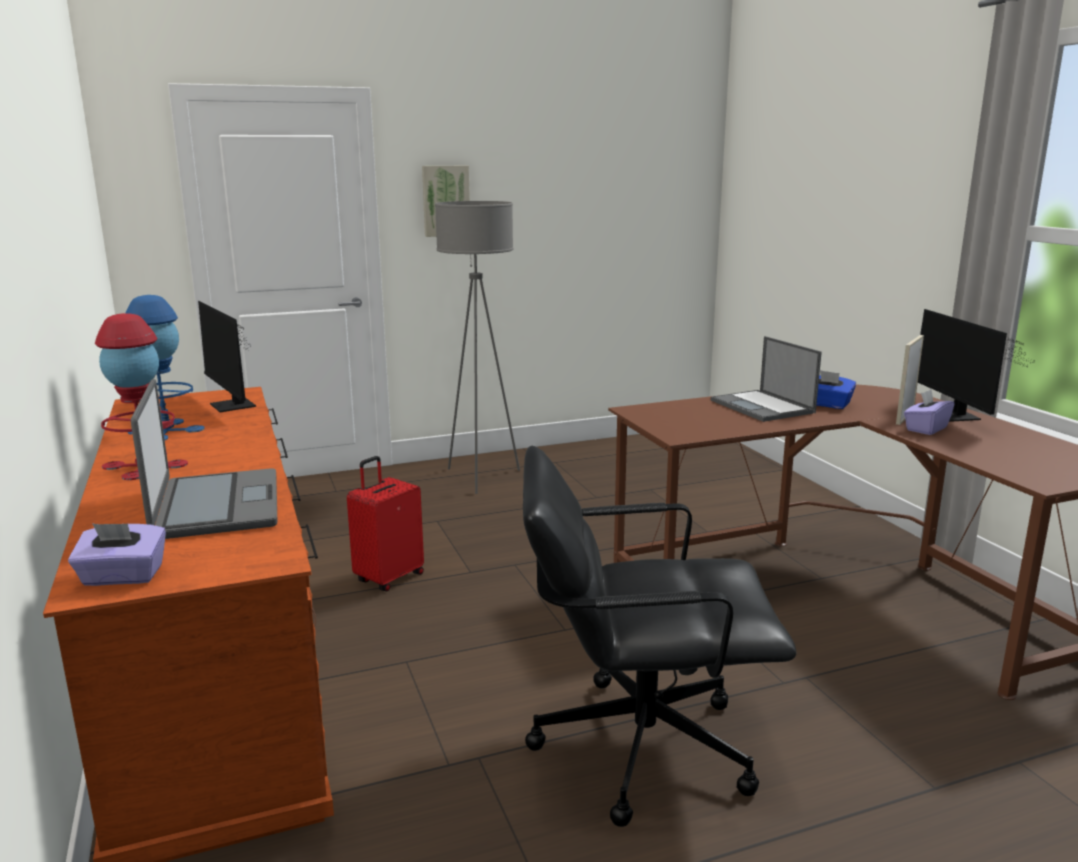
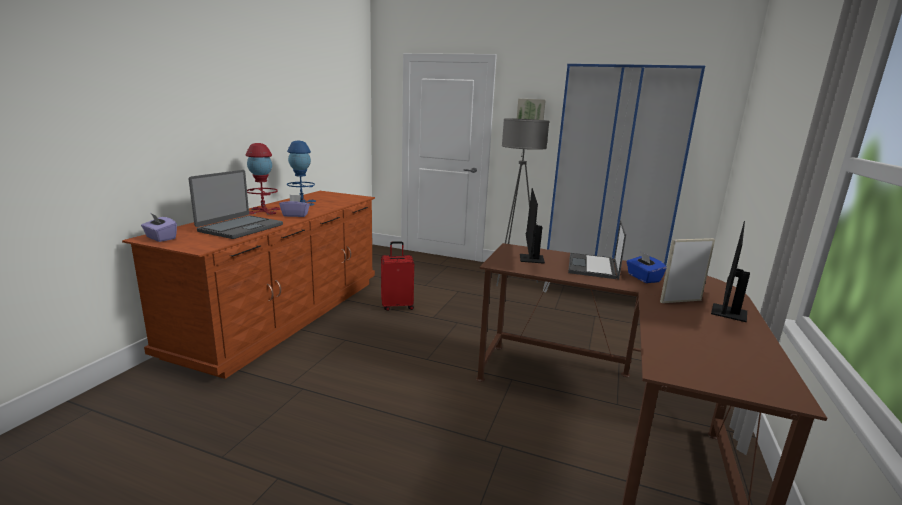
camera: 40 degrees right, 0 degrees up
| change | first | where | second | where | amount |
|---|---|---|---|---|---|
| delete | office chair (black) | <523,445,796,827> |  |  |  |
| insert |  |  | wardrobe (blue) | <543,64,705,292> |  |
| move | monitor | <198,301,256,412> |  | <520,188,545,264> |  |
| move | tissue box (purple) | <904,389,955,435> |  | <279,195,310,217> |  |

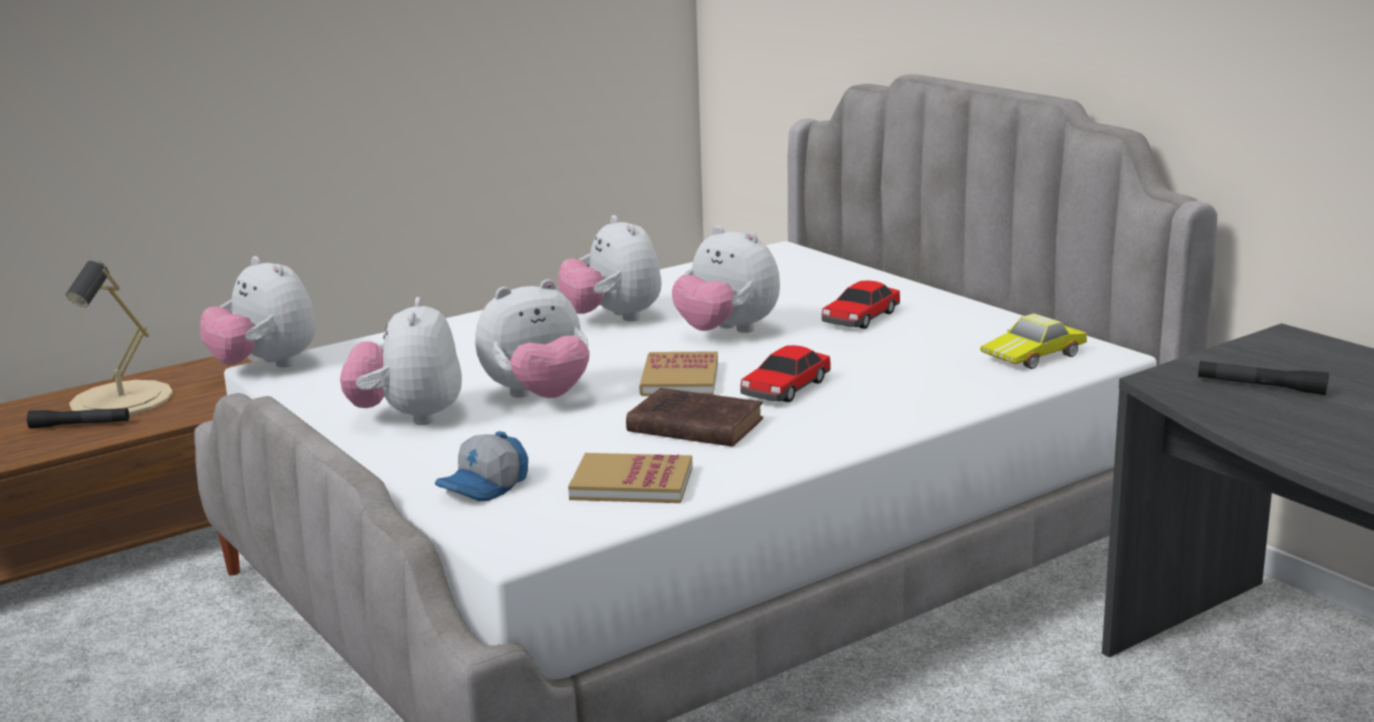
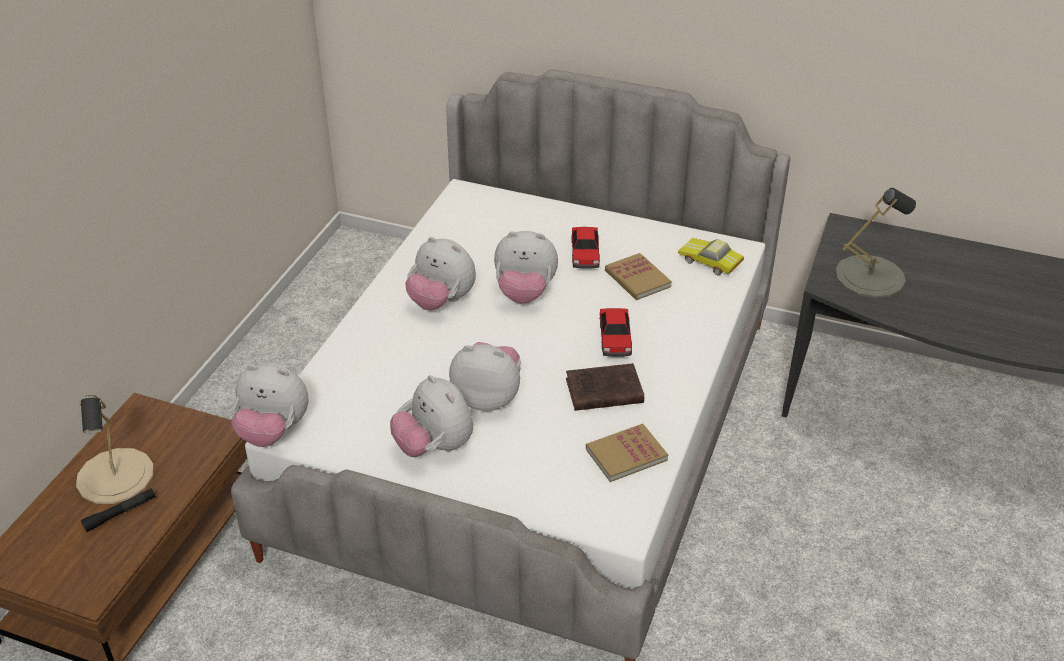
camera: 35 degrees left, 20 degrees up
| change | first | where | second | where | amount |
|---|---|---|---|---|---|
| delete | cap | <435,431,528,501> |  |  |  |
| move | book | <639,351,718,396> |  | <605,253,672,300> |  |
| replace | flashlight (black) | <1198,361,1329,395> | table lamp (grey) | <835,188,916,298> |  |
| rotate | plush toy | <475,279,590,398> |  | <449,342,521,411> | 105 degrees counterclockwise |
| rotate | toy car | <980,313,1087,369> |  | <678,238,744,275> | 105 degrees clockwise |

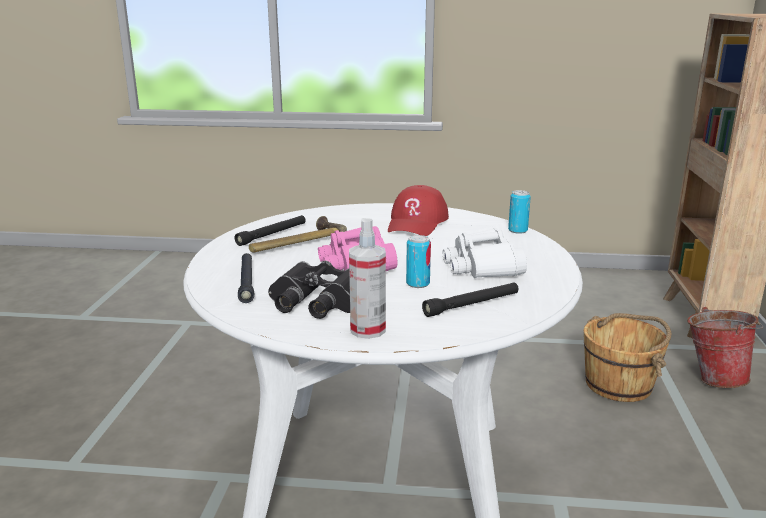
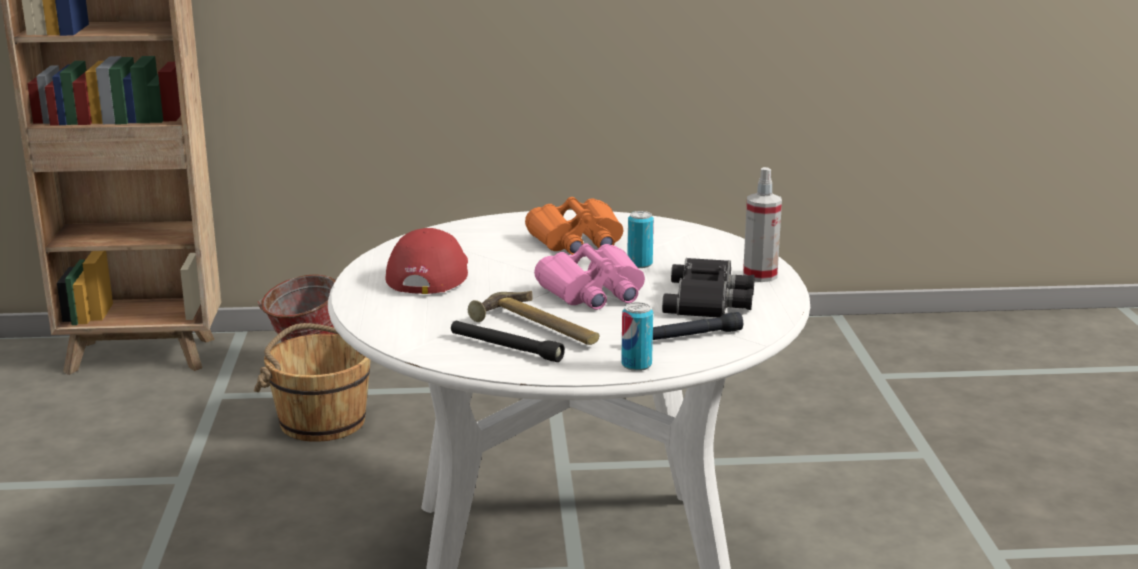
camera: 100 degrees left, 0 degrees up
| change | first | where | second | where | amount |
|---|---|---|---|---|---|
| delete | flashlight (black) | <422,282,518,317> |  |  |  |
| move | can | <508,190,531,234> |  | <621,302,653,371> |  |
| recolor | binoculars (white) | <443,228,527,278> | binoculars (orange) | <525,197,623,255> |  |
| rotate | cap (red) | <388,185,449,236> |  | <385,228,468,294> | 90 degrees counterclockwise |

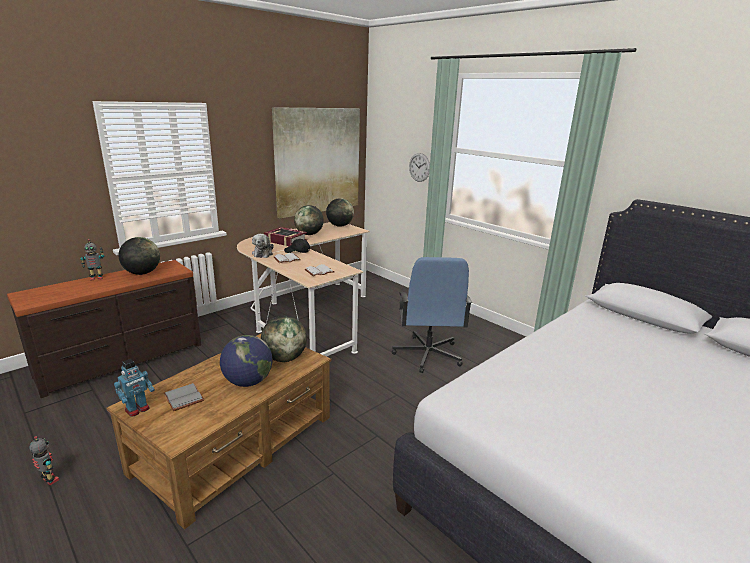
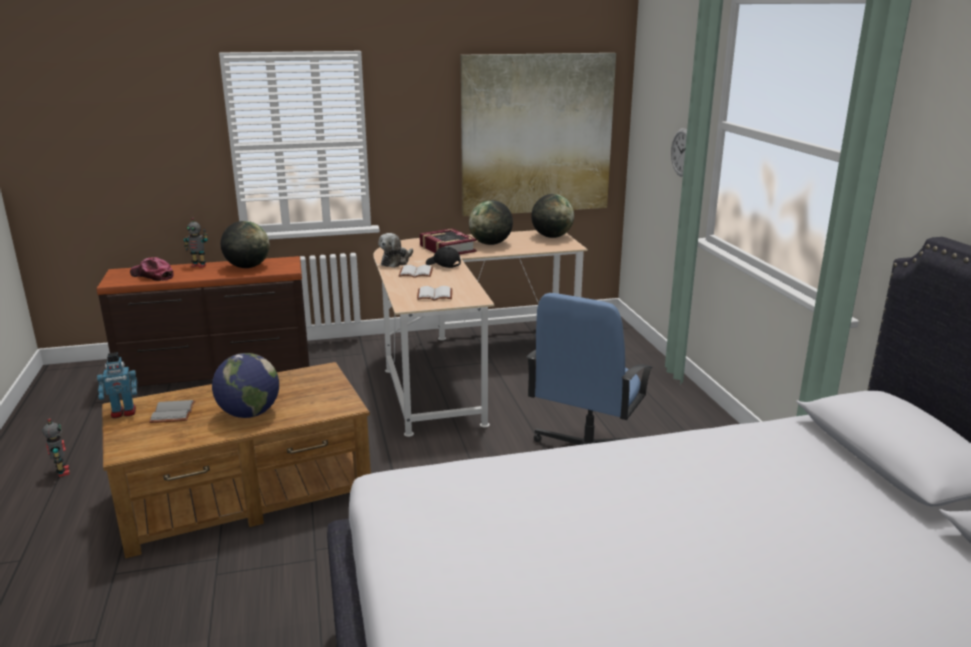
camera: 30 degrees right, 0 degrees up
| change | first | where | second | where | amount |
|---|---|---|---|---|---|
| delete | globe | <261,315,307,362> |  |  |  |
| insert |  |  | cap | <130,257,173,281> |  |

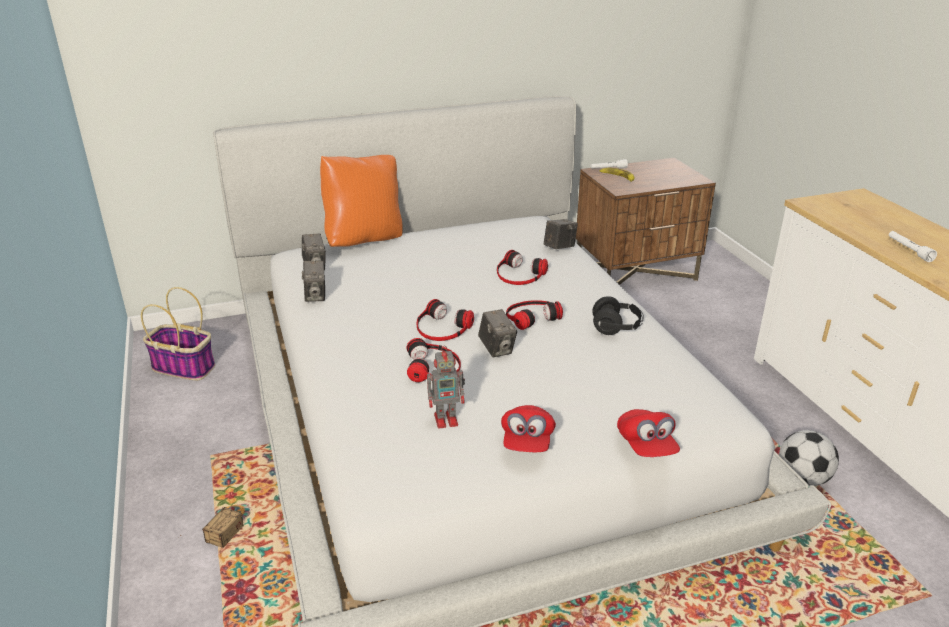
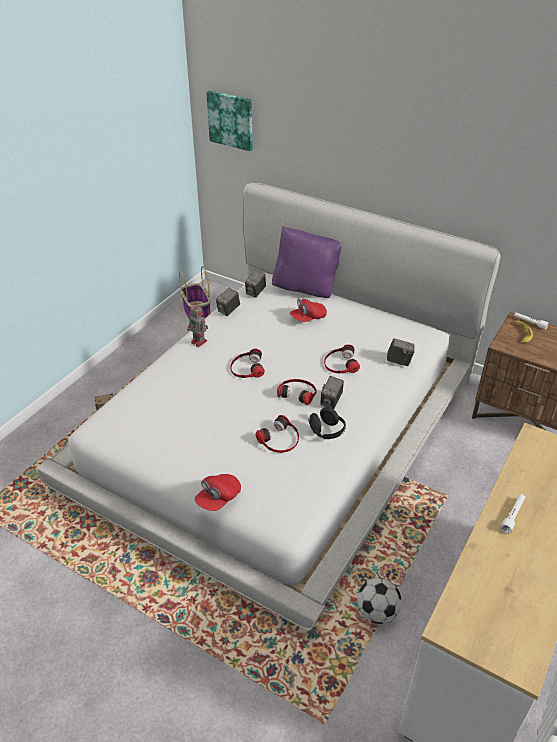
camera: 50 degrees right, 10 degrees up
| change | first | where | second | where | amount |
|---|---|---|---|---|---|
| insert |  |  | picture | <206,90,253,151> |  |
| move | headphones | <407,338,461,382> |  | <256,415,299,453> |  |
| move | toy robot | <427,346,465,429> |  | <187,304,208,347> |  |
| move | photo camera | <478,309,517,357> |  | <320,376,344,409> |  |
| move | cap (red) | <501,405,556,452> |  | <290,299,327,322> |  |
| recolor | pillow (orange) | <320,155,403,247> | pillow (purple) | <272,226,341,298> |  |

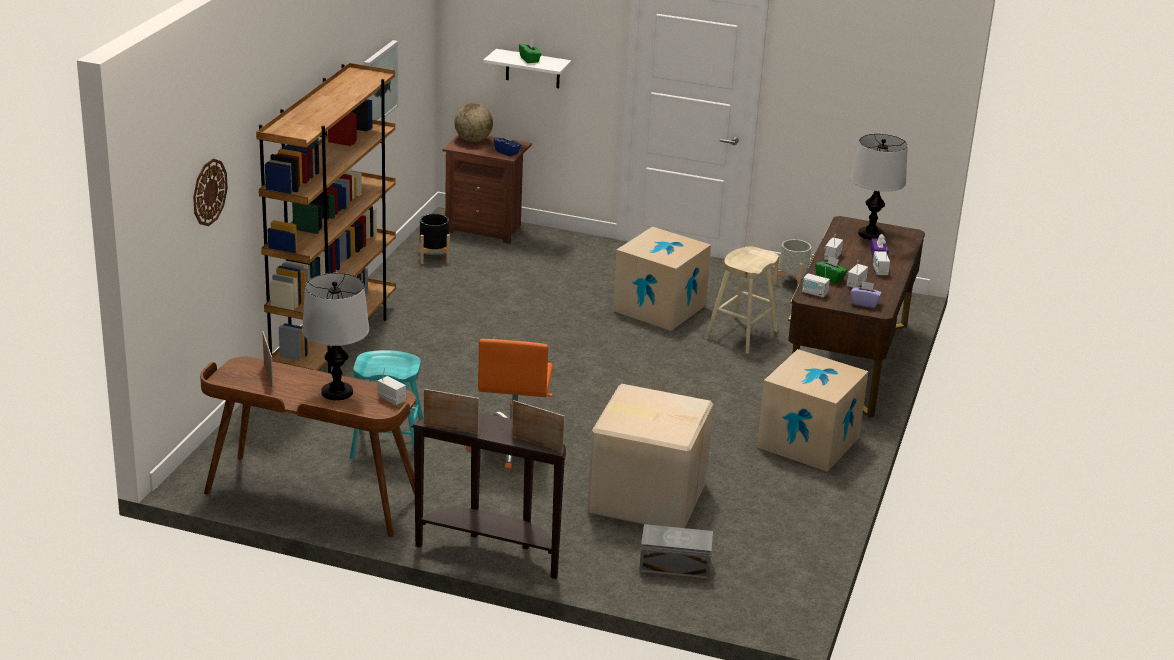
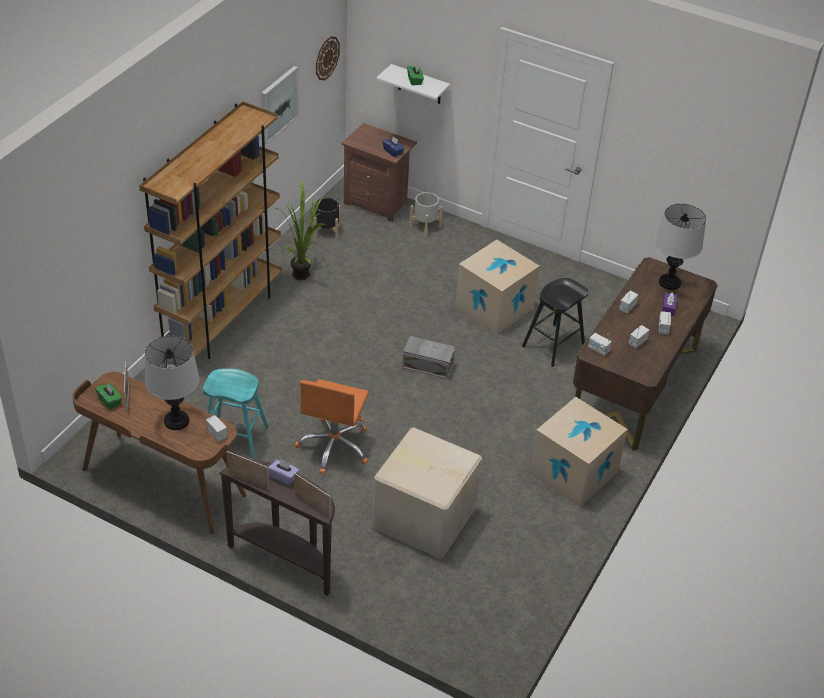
camera: 10 degrees right, 15 degrees up
| change | first | where | second | where | amount |
|---|---|---|---|---|---|
| delete | globe | <454,103,493,142> |  |  |  |
| insert |  |  | potted plant | <271,180,325,280> |  |
| move | wall clock | <193,159,228,226> |  | <316,36,340,80> |  |
| move | storage box (grey) | <639,524,713,580> |  | <402,336,455,379> |  |
| move | planter (grey) | <773,239,814,287> |  | <410,192,443,236> |  |
| move | tissue box (green) | <815,256,847,284> |  | <95,384,122,409> |  |
| move | tissue box (purple) | <851,281,882,308> |  | <268,459,299,485> |  |
| recolor | stool (beige) | <705,247,778,354> | stool (black) | <522,278,588,367> |  |

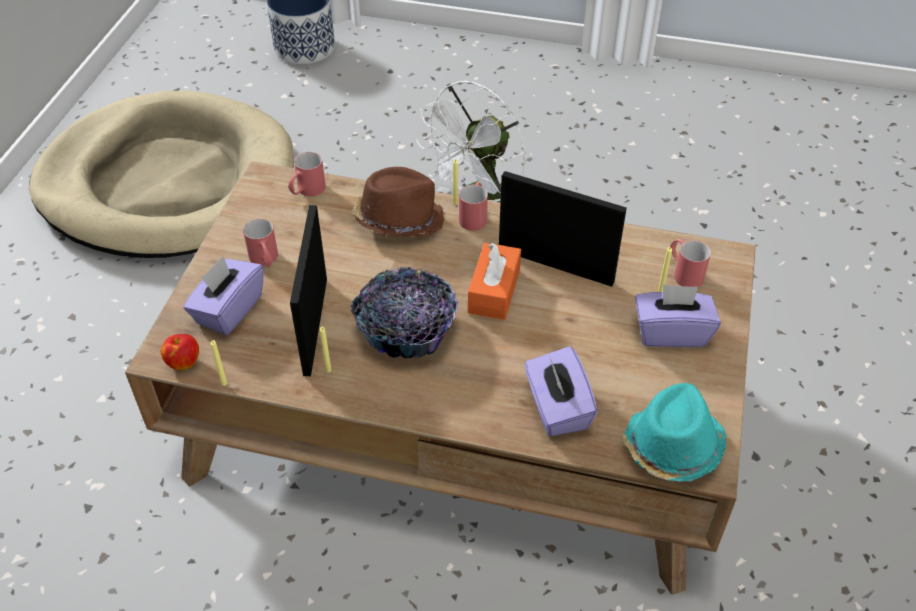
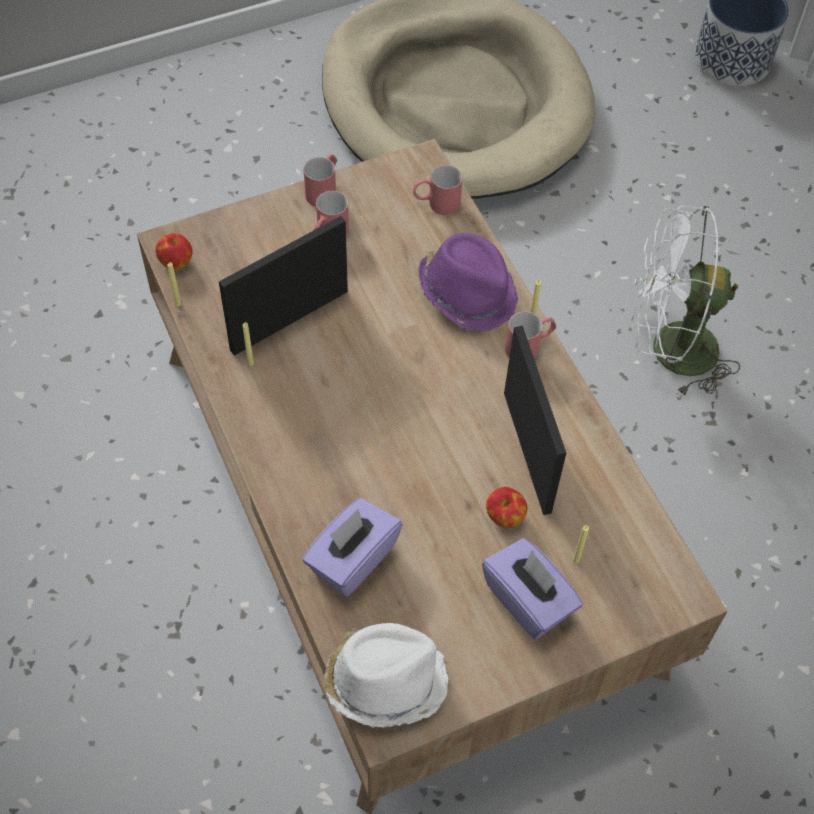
camera: 50 degrees right, 10 degrees up
| change | first | where | second | where | amount |
|---|---|---|---|---|---|
| delete | tissue box (purple) | <183,256,264,335> |  |  |  |
| delete | bowl | <350,267,459,358> |  |  |  |
| delete | tissue box (orange) | <468,242,521,320> |  |  |  |
| insert |  |  | apple | <486,487,527,528> |  |
| move | mug (red) | <670,239,711,287> |  | <303,154,337,207> |  |
| recolor | hat (brown) | <352,167,444,237> | hat (purple) | <418,233,518,332> |  |
| recolor | hat (turquoise) | <622,383,726,482> | hat (white) | <323,623,448,728> |  |

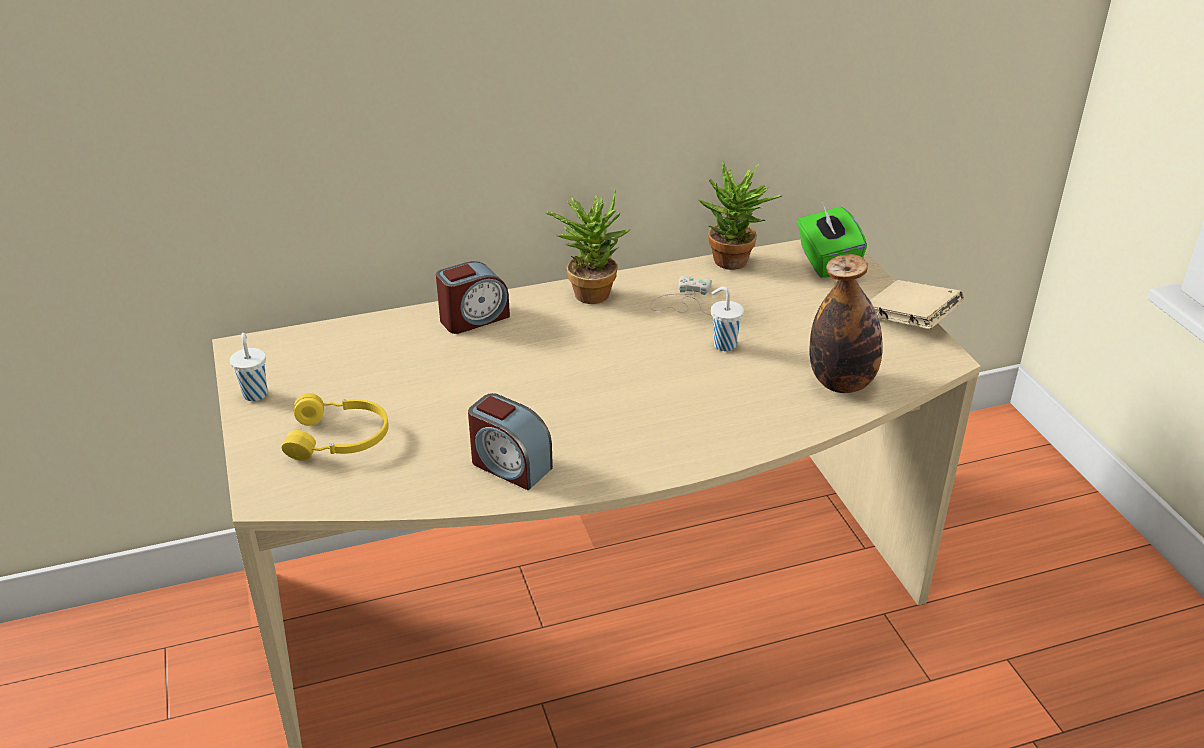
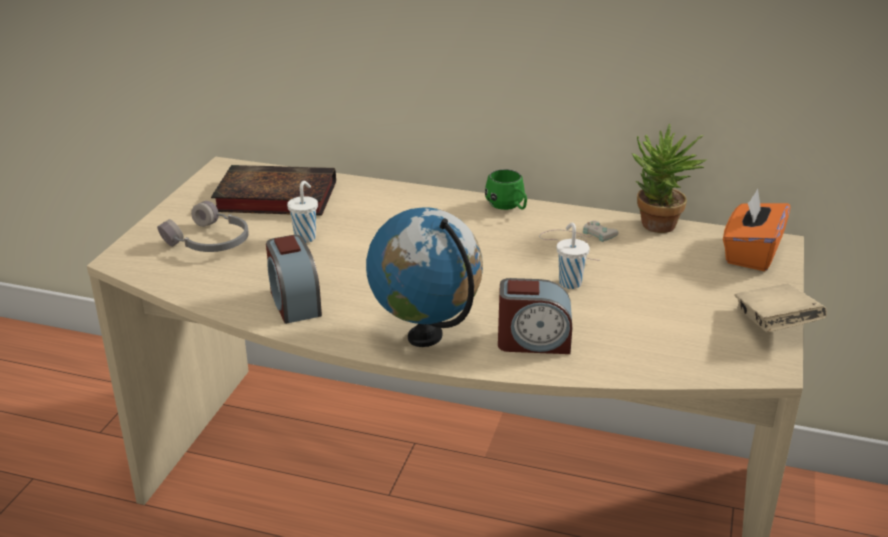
camera: 35 degrees right, 5 degrees down
| change | first | where | second | where | amount |
|---|---|---|---|---|---|
| delete | bottle | <809,254,883,393> |  |  |  |
| insert |  |  | book | <211,165,336,216> |  |
| insert |  |  | globe | <366,207,483,347> |  |
| move | cup (white) | <230,333,267,401> |  | <287,181,318,243> |  |
| move | alarm clock | <436,261,510,334> |  | <498,278,572,354> |  |
| replace | potted plant | <545,190,630,304> | mug (green) | <485,169,527,210> |  |
| recolor | headphones (yellow) | <282,393,389,461> | headphones (grey) | <157,201,249,252> |  |
| recolor | tissue box (green) | <797,202,867,278> | tissue box (orange) | <723,189,790,271> |  |

